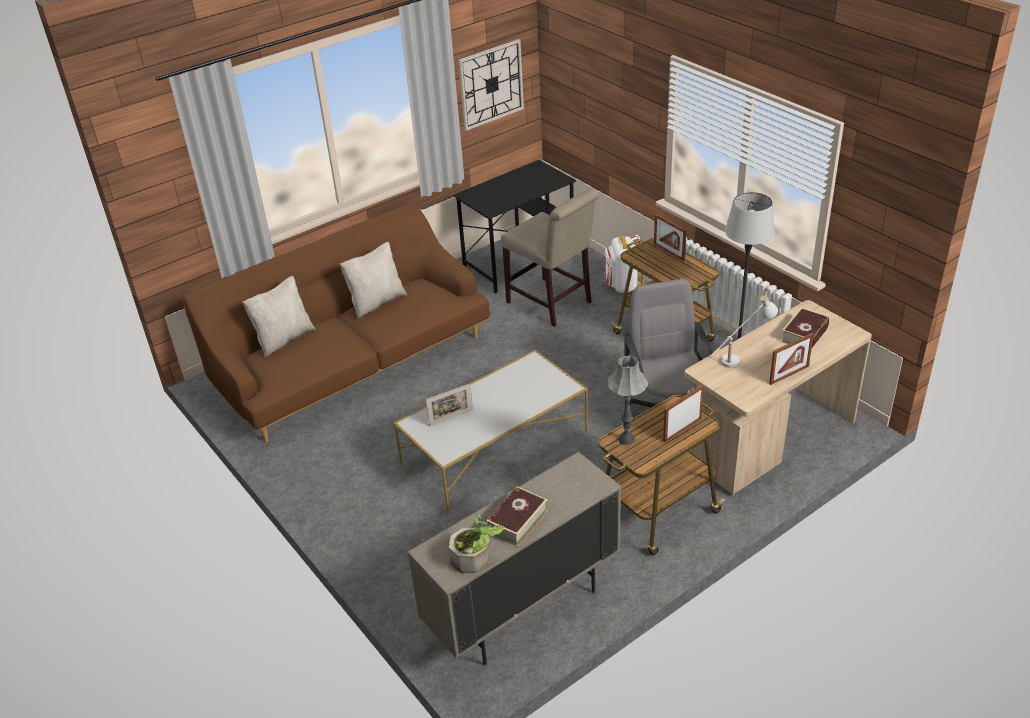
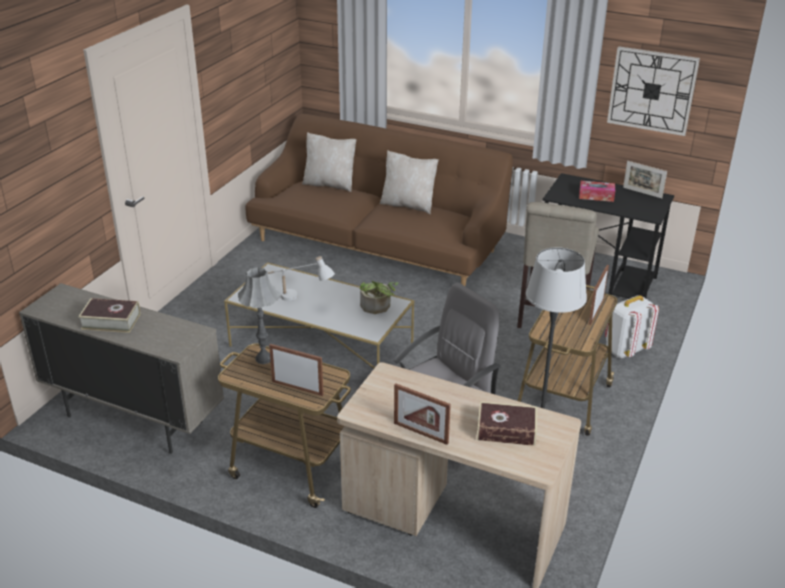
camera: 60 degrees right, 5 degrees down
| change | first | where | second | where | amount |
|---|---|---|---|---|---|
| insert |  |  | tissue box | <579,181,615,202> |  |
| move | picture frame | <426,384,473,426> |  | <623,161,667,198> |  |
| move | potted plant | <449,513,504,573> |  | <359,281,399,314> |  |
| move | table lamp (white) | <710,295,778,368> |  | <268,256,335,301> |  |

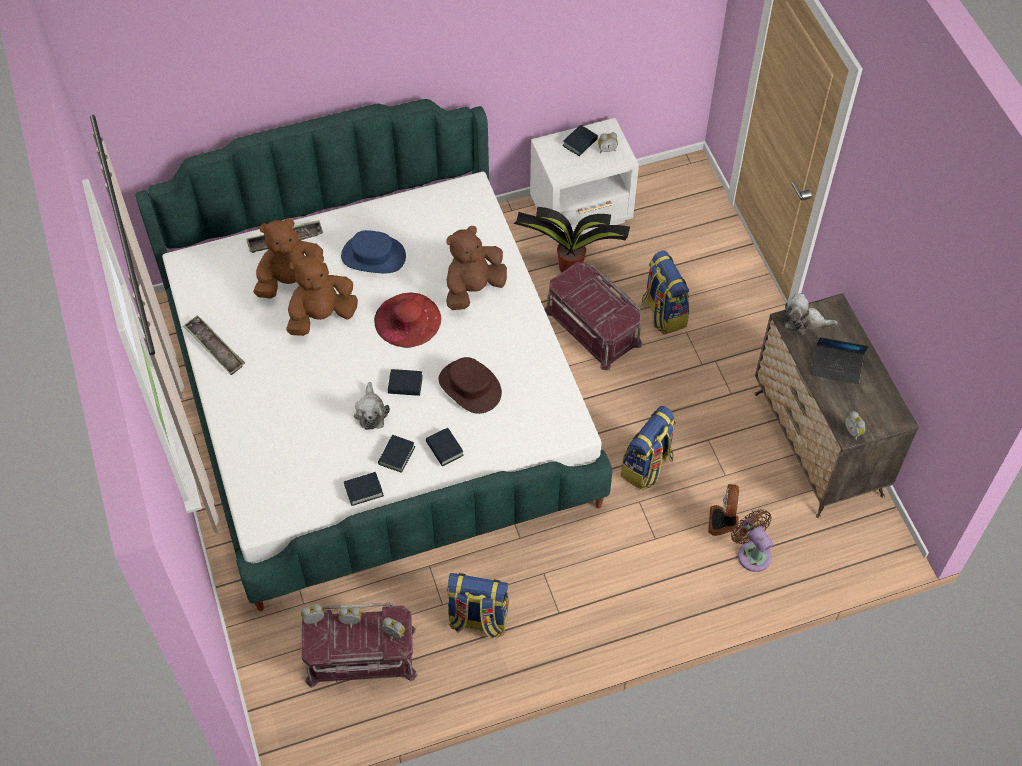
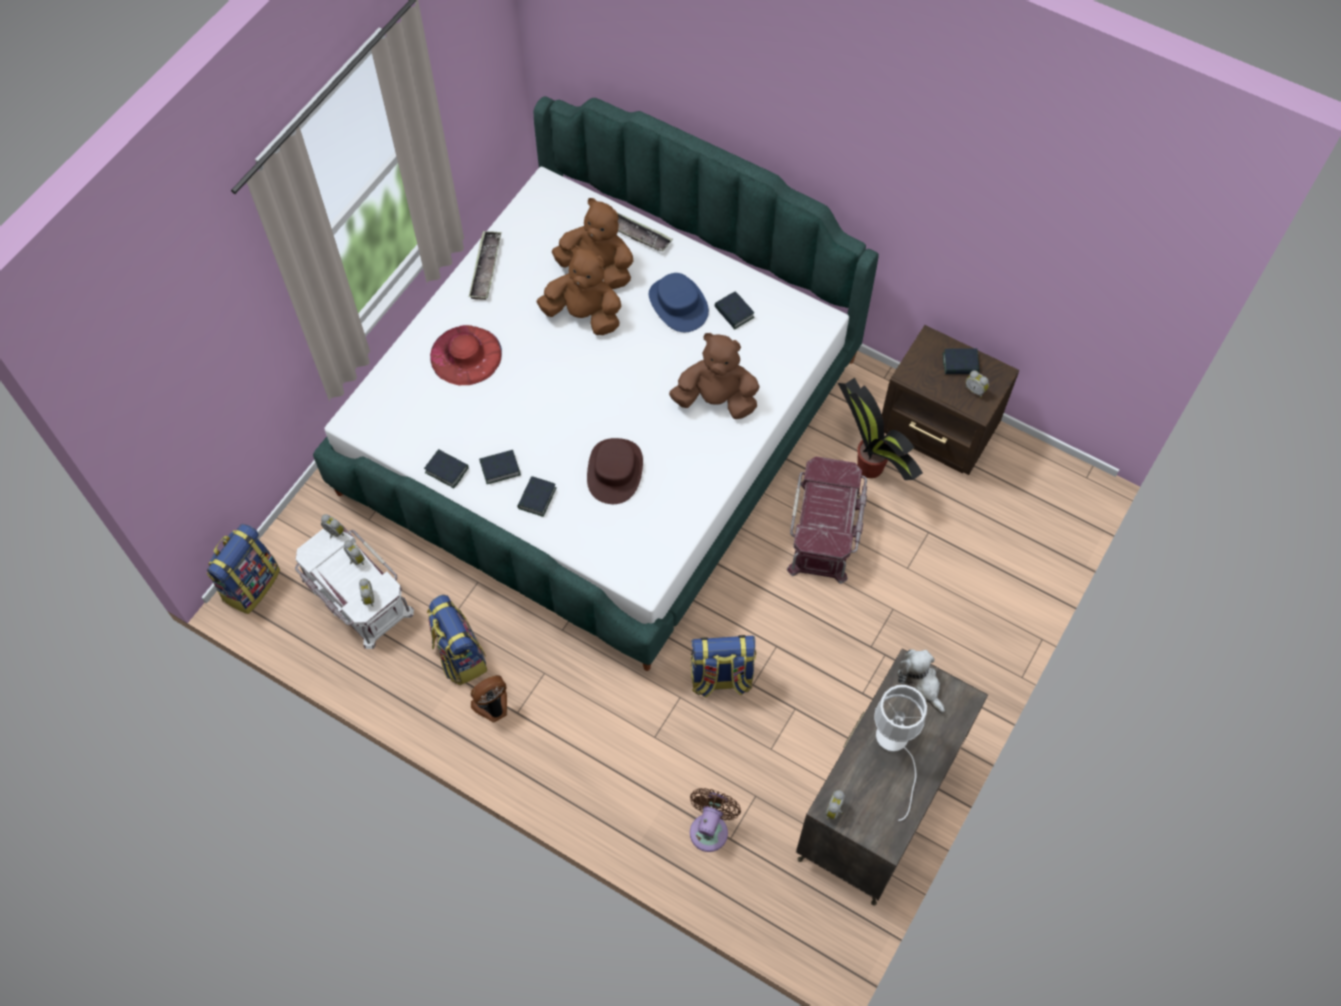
camera: 50 degrees right, 5 degrees up
| change | first | where | second | where | amount |
|---|---|---|---|---|---|
| delete | plush toy | <354,382,390,430> |  |  |  |
| move | hat (red) | <374,292,441,348> |  | <430,325,502,386> |  |
| move | book | <388,369,423,396> |  | <715,291,754,329> |  |
| move | backpack | <641,250,689,335> |  | <207,524,280,614> |  |
| move | fan | <708,484,739,536> |  | <470,675,507,722> |  |
| replace | laptop | <811,337,869,384> | table lamp (white) | <874,685,927,821> |  |
| recolor | storage box (red) | <302,603,418,687> | storage box (white) | <295,526,414,649> |  |
| recolor | nightstand (white) | <530,118,639,240> | nightstand (brown) | <882,325,1019,475> |  |

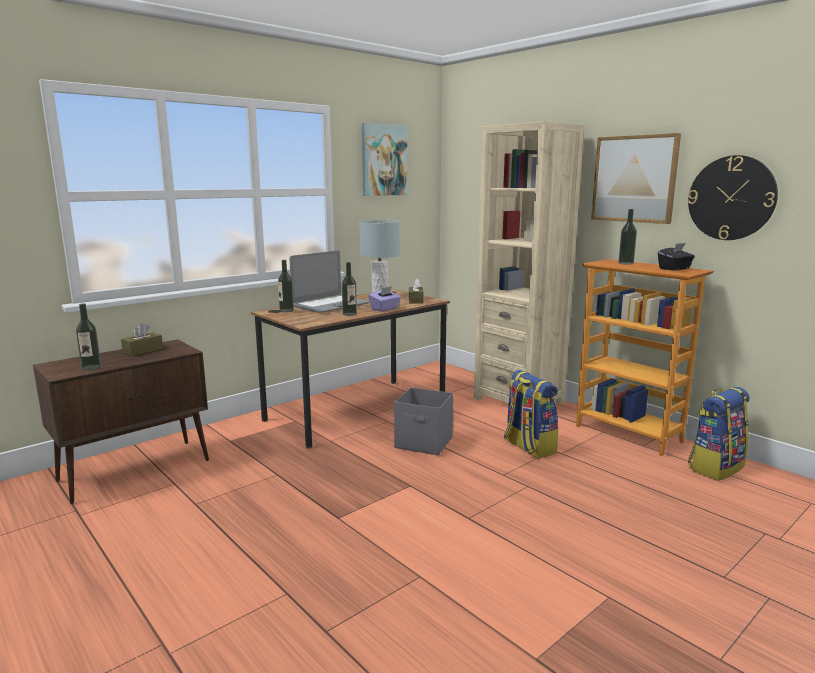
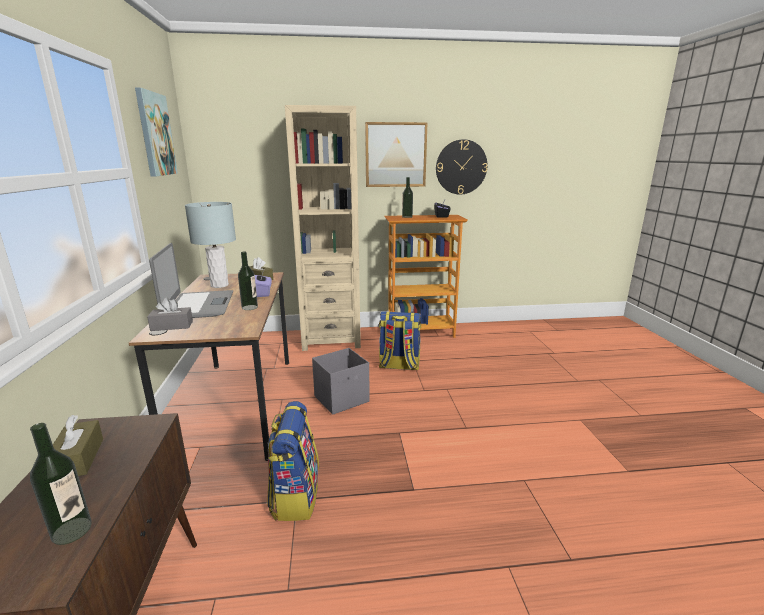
camera: 55 degrees left, 5 degrees up
| change | first | where | second | where | amount |
|---|---|---|---|---|---|
| move | backpack | <688,387,749,481> |  | <267,401,319,521> |  |
| replace | bottle | <278,260,294,312> | tissue box (grey) | <147,297,193,331> |  |

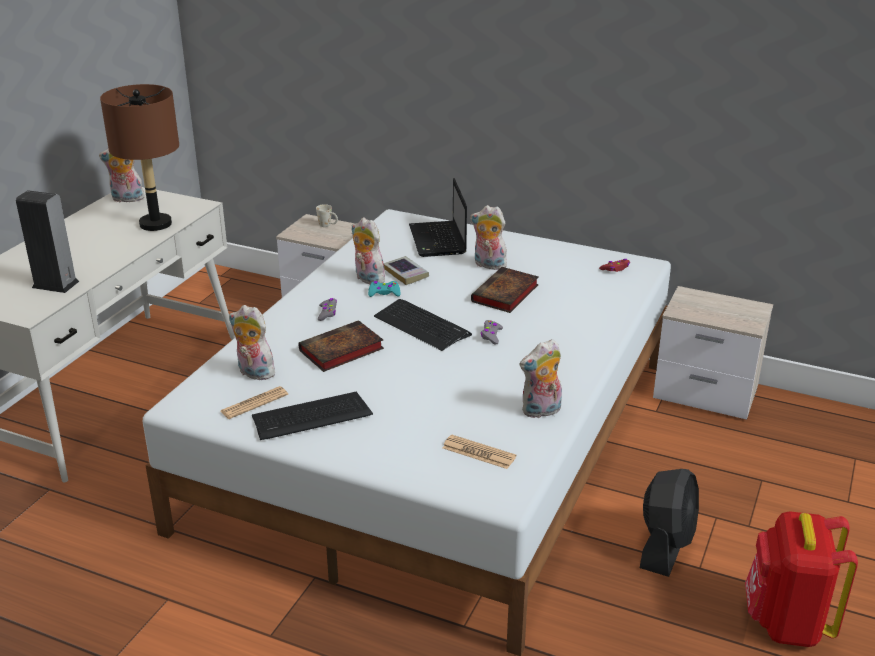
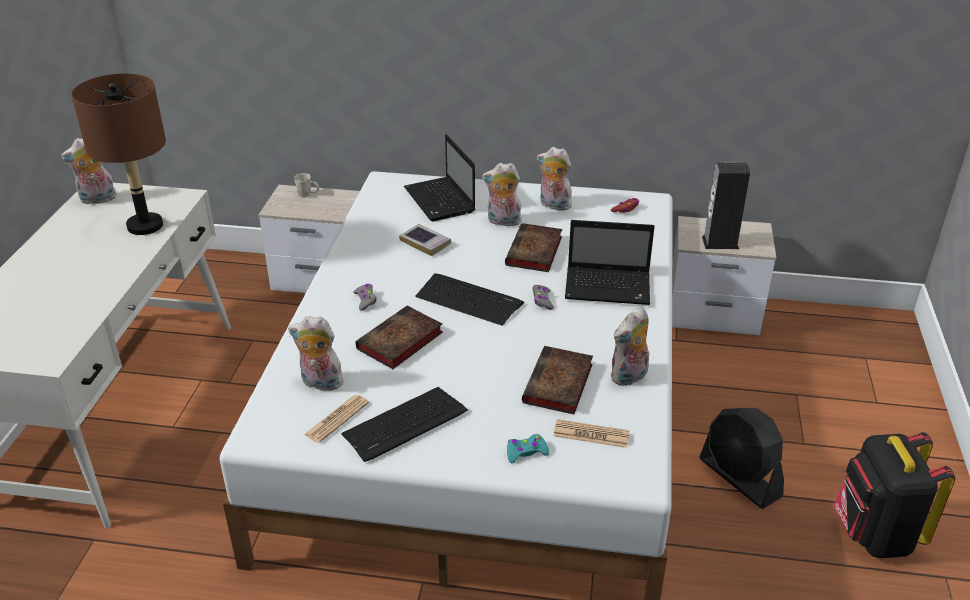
camera: 15 degrees left, 5 degrees up
| change | first | where | second | where | amount |
|---|---|---|---|---|---|
| insert |  |  | book | <522,346,593,414> |  |
| insert |  |  | laptop | <565,220,655,305> |  |
| move | speaker | <16,190,80,293> |  | <702,163,750,249> |  |
| move | plush toy | <352,218,389,284> |  | <537,147,572,211> |  |
| move | game controller (turquoise) | <368,281,400,297> |  | <507,434,549,463> |  |
| recolor | backpack (red) | <745,511,858,647> | backpack (black) | <833,432,955,558> |  |
| rotate | fan (black) | <640,469,699,577> |  | <699,408,784,509> | 135 degrees clockwise |

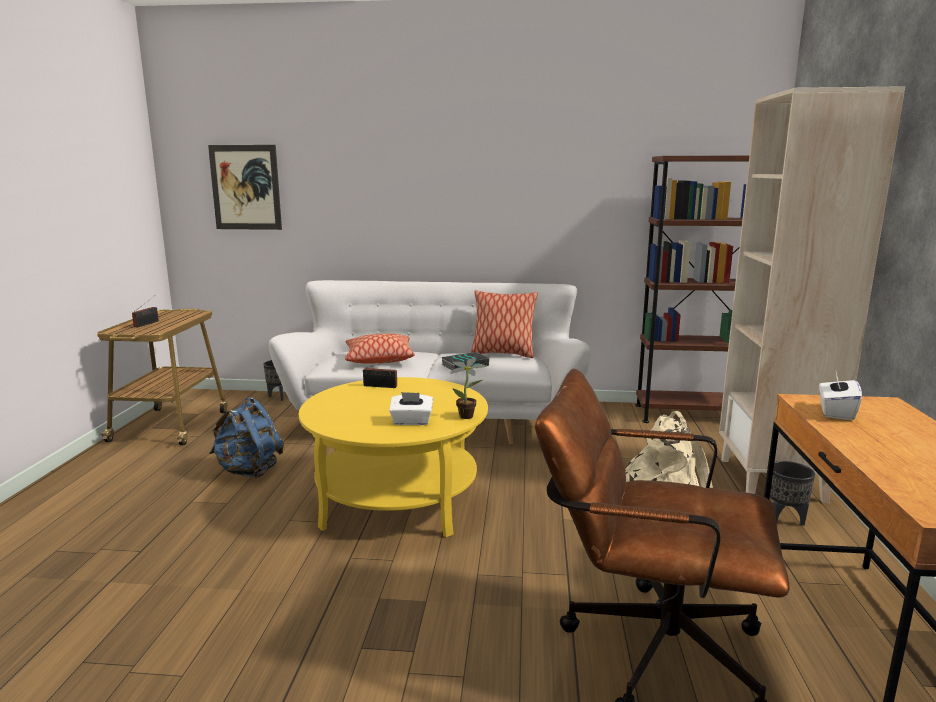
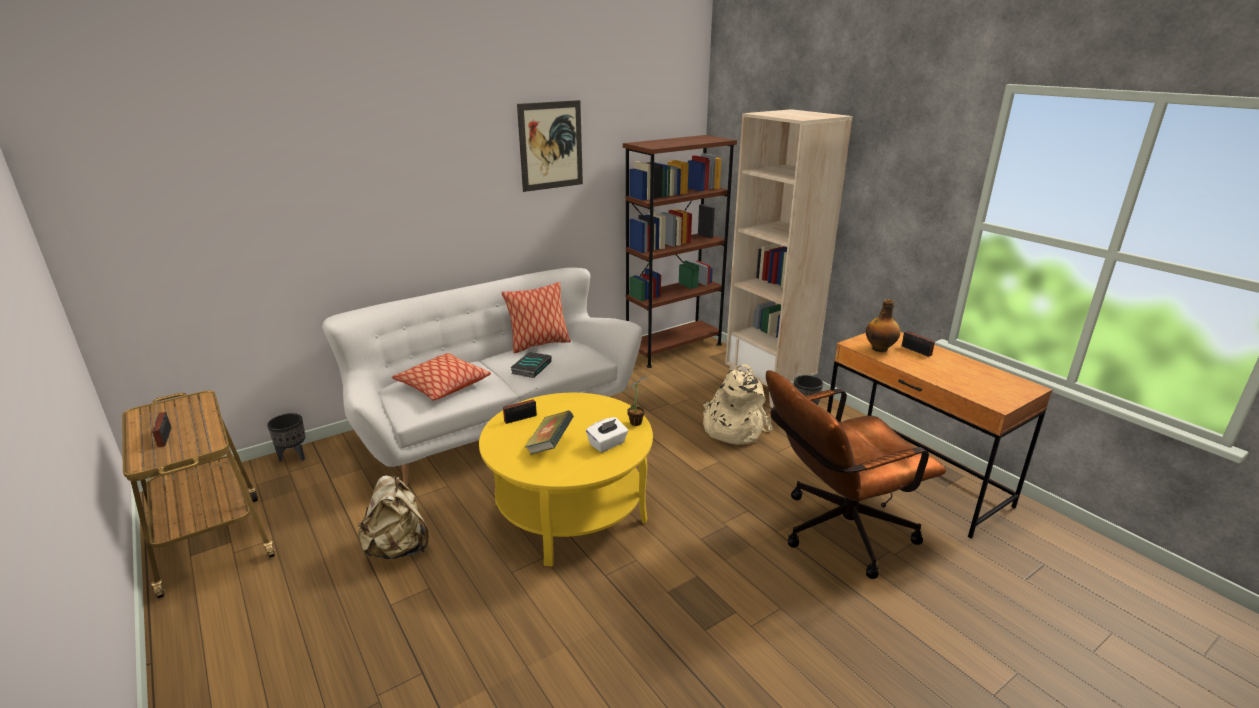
camera: 40 degrees left, 10 degrees up
| change | first | where | second | where | amount |
|---|---|---|---|---|---|
| insert |  |  | book | <525,410,574,455> |  |
| insert |  |  | radio | <902,331,940,357> |  |
| move | picture | <208,145,282,230> |  | <517,100,583,192> |  |
| replace | tissue box (white) | <819,372,862,420> | bottle | <866,299,900,352> |  |
| recolor | backpack (blue) | <210,397,284,479> | backpack (beige) | <357,475,429,559> |  |

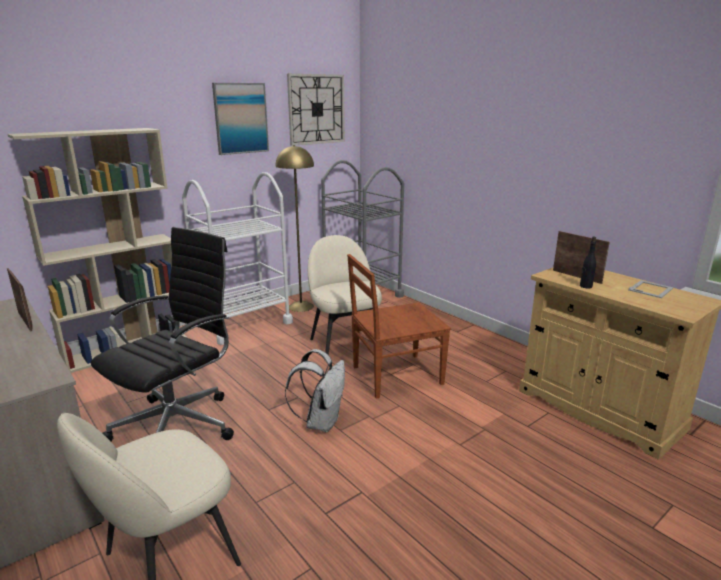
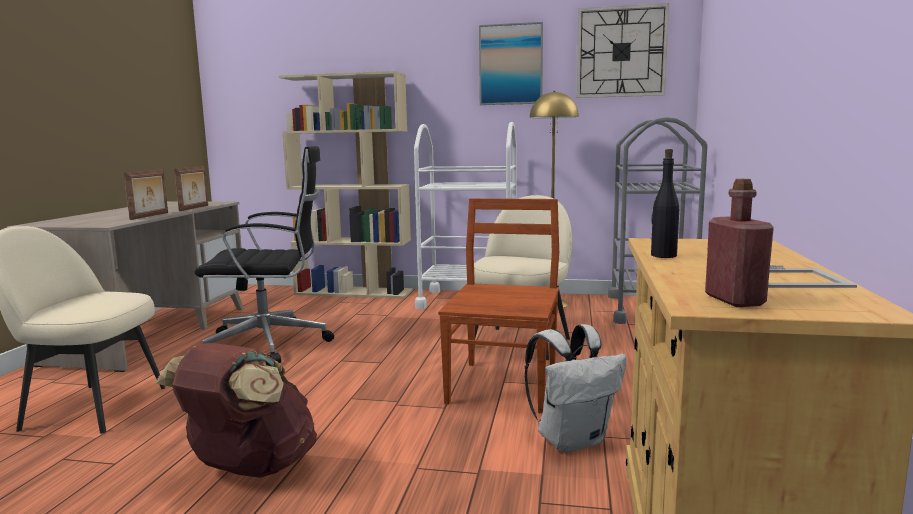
camera: 50 degrees right, 10 degrees down
| change | first | where | second | where | amount |
|---|---|---|---|---|---|
| insert |  |  | backpack (brown) | <156,343,317,477> |  |
| insert |  |  | bottle (red) | <705,179,774,307> |  |
| move | backpack (white) | <285,349,345,432> |  | <525,324,627,452> |  |
| move | picture frame | <553,231,610,284> |  | <124,169,168,220> |  |
| rotate | chair (brown) | <347,254,451,399> |  | <438,198,559,413> | 75 degrees clockwise |

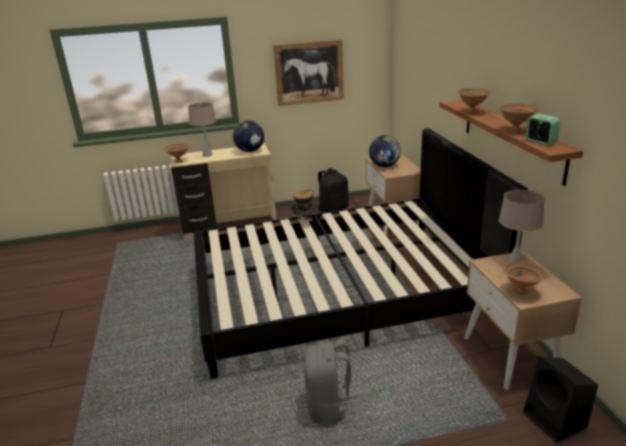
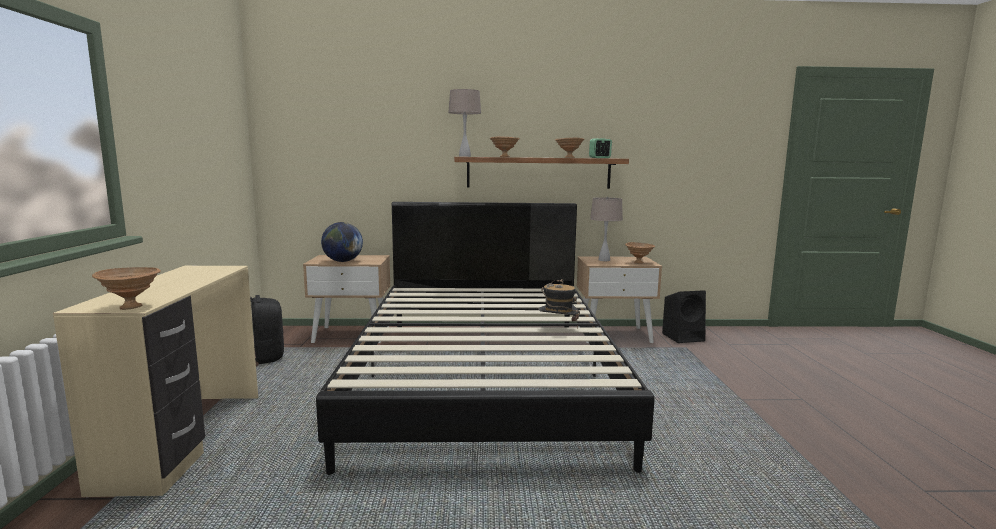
camera: 80 degrees left, 15 degrees down
| change | first | where | second | where | amount |
|---|---|---|---|---|---|
| delete | globe | <233,120,264,152> |  |  |  |
| delete | picture | <273,39,344,106> |  |  |  |
| delete | backpack (grey) | <304,339,361,425> |  |  |  |
| move | table lamp (beige) | <188,102,216,157> |  | <448,89,481,157> |  |
| move | hat | <291,189,317,228> |  | <539,279,580,329> |  |

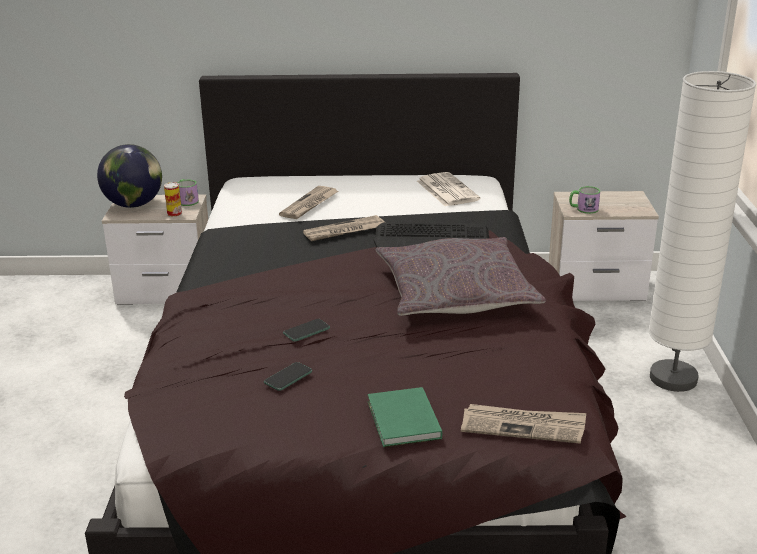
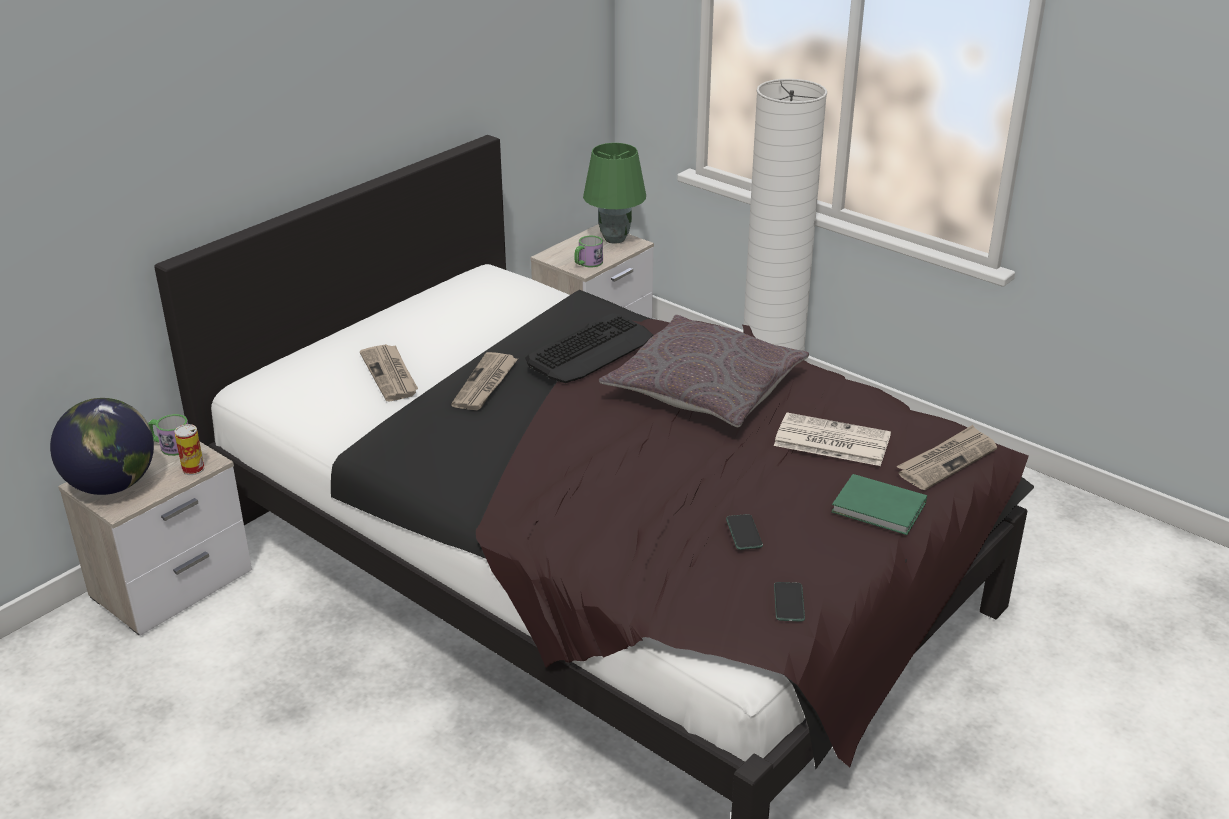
camera: 50 degrees left, 5 degrees up
| change | first | where | second | where | amount |
|---|---|---|---|---|---|
| insert |  |  | table lamp (green) | <583,143,646,244> |  |
| move | phone | <283,319,330,342> |  | <774,582,805,622> |  |
| move | newspaper | <417,172,480,206> |  | <774,412,891,466> |  |

